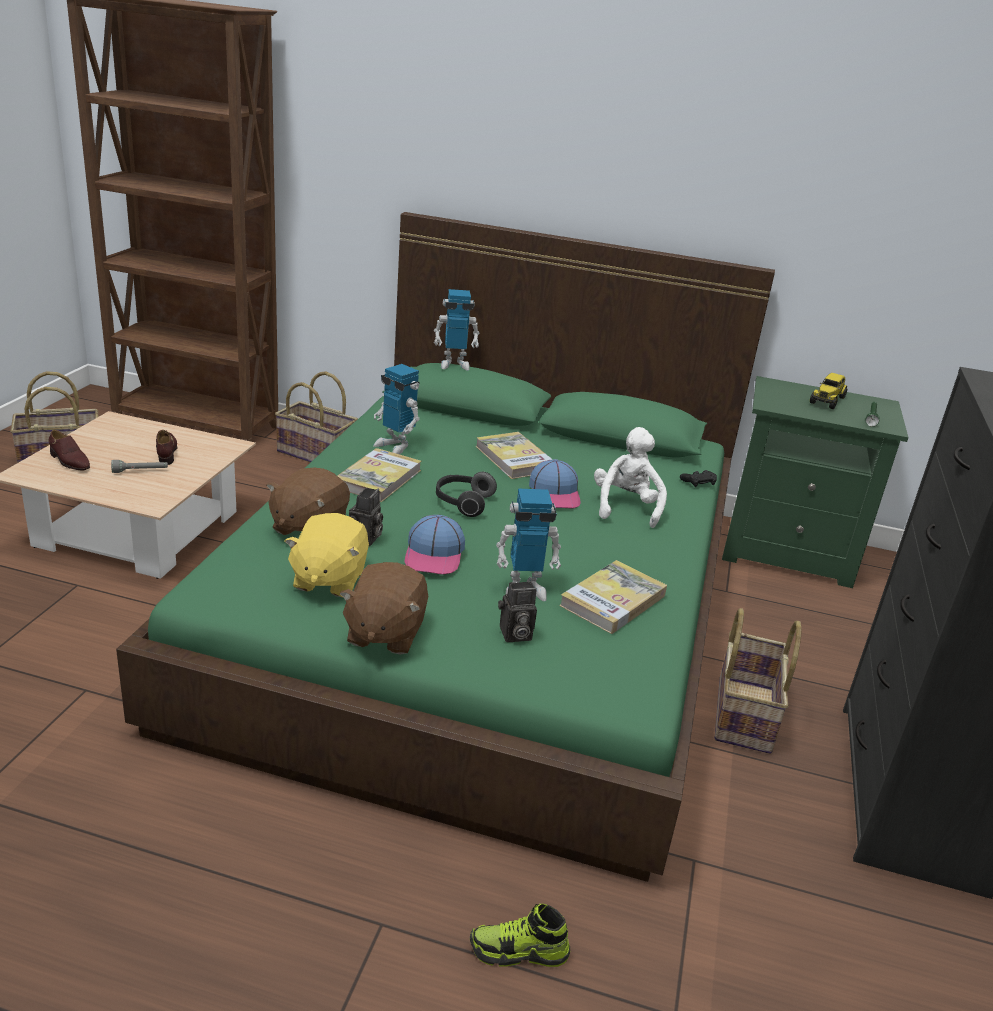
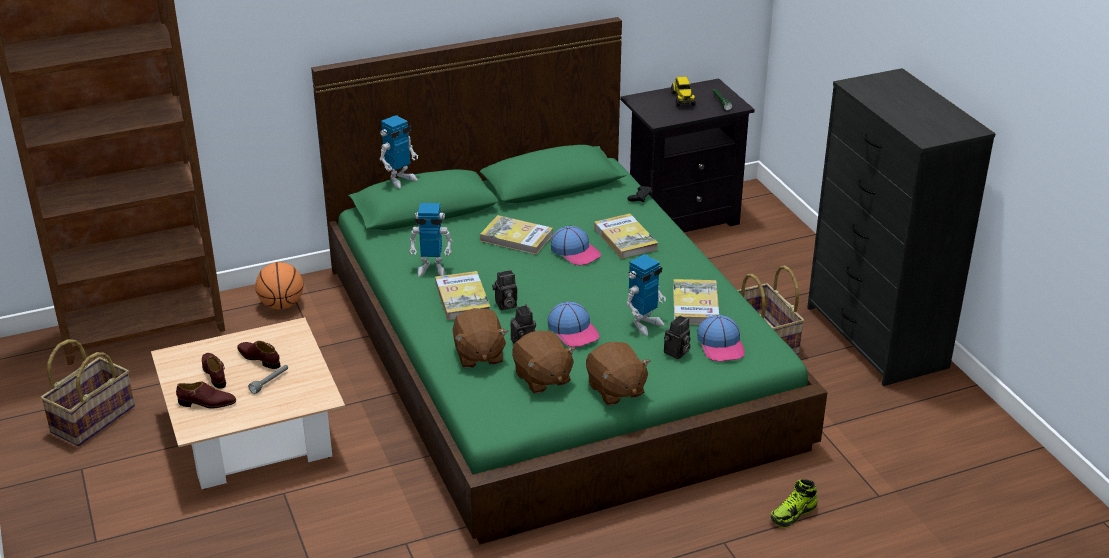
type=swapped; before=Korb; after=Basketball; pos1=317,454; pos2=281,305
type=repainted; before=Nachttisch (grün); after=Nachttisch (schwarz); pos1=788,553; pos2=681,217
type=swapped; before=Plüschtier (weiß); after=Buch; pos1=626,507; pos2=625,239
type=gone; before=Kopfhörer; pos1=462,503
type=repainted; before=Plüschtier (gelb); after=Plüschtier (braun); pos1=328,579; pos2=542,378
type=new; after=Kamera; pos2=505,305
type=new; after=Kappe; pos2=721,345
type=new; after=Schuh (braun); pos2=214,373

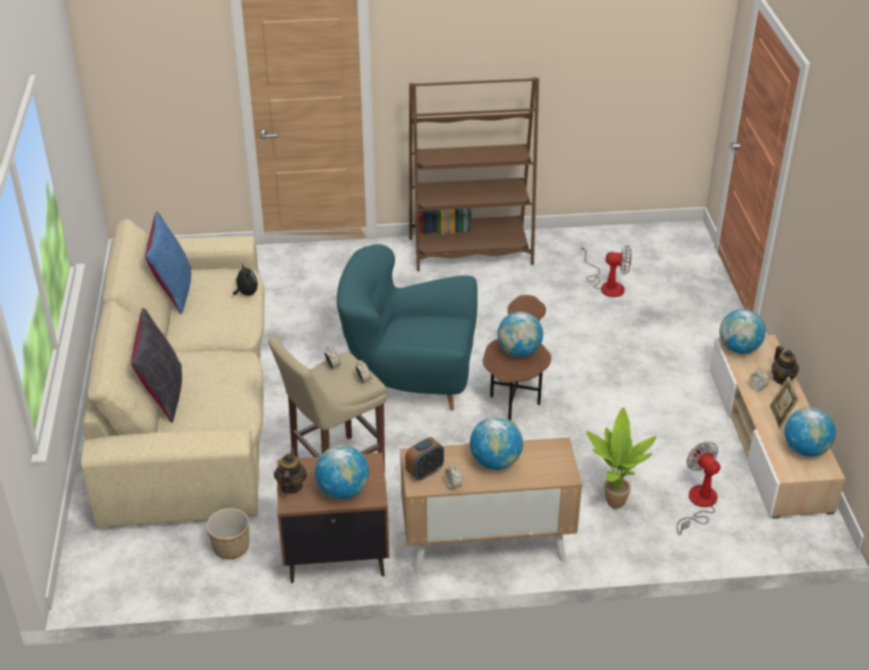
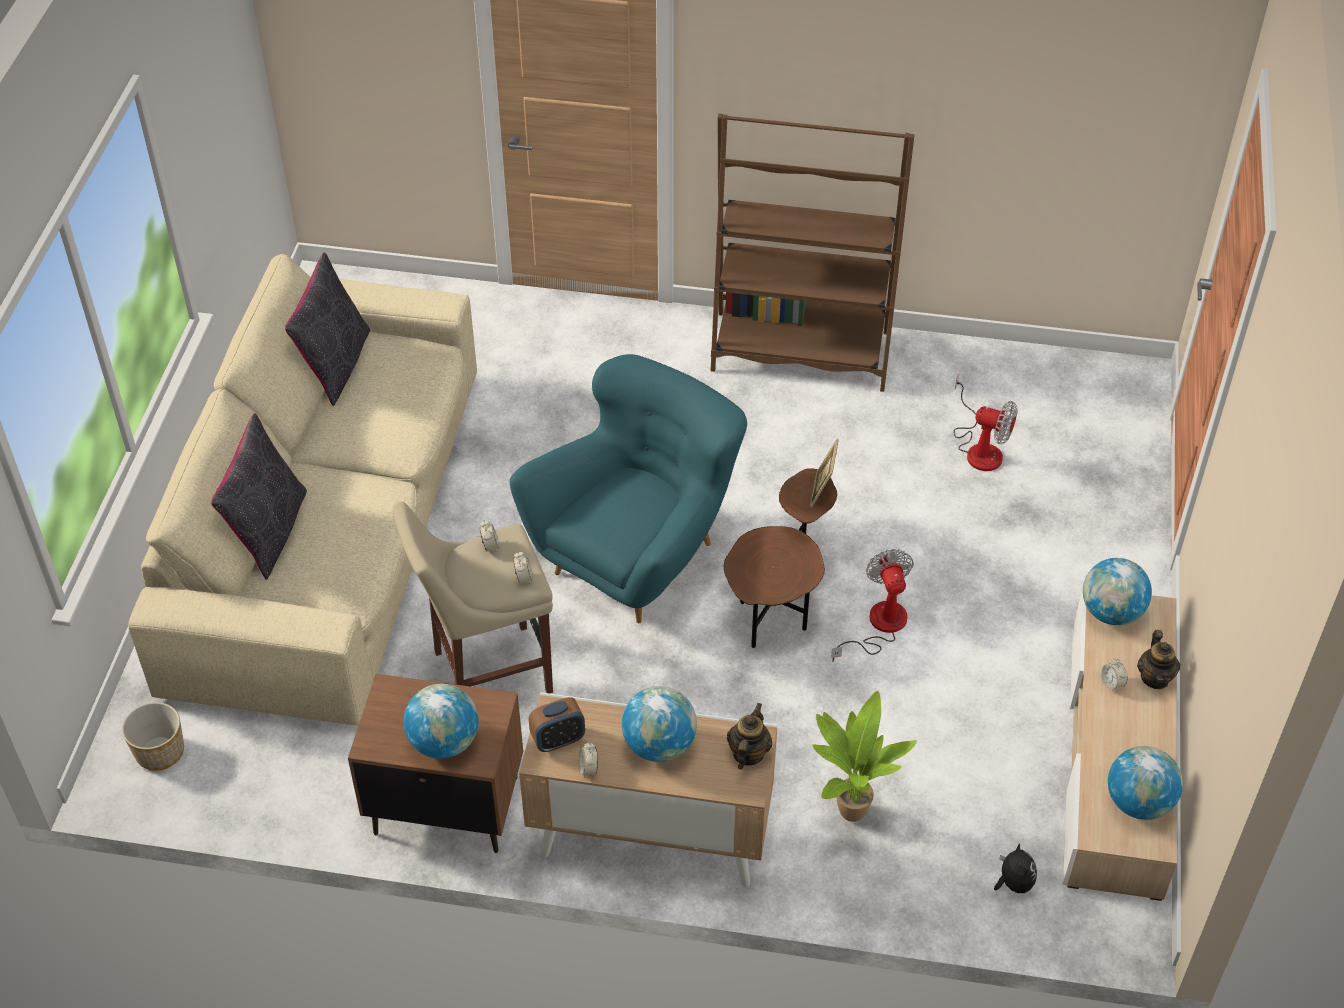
type=repainted; before=Kissen (blau); after=Kissen (schwarz); pos1=173,290; pos2=335,364
type=rotated; before=Sessel (türkis); pos1=410,382; pos2=637,556; turn=105
type=shifted; before=Plüschtier; pos1=246,293; pos2=1013,883
type=gone; before=Globus; pos1=519,352
type=shifted; before=Bilderrahmen; pos1=780,417; pos2=822,491
type=shifted; before=Ventilator; pos1=699,504; pos2=878,626
type=shifted; before=Teekanne; pos1=291,486; pos2=748,753
type=shifted; before=Pflanzkübel; pos1=230,546; pos2=159,751

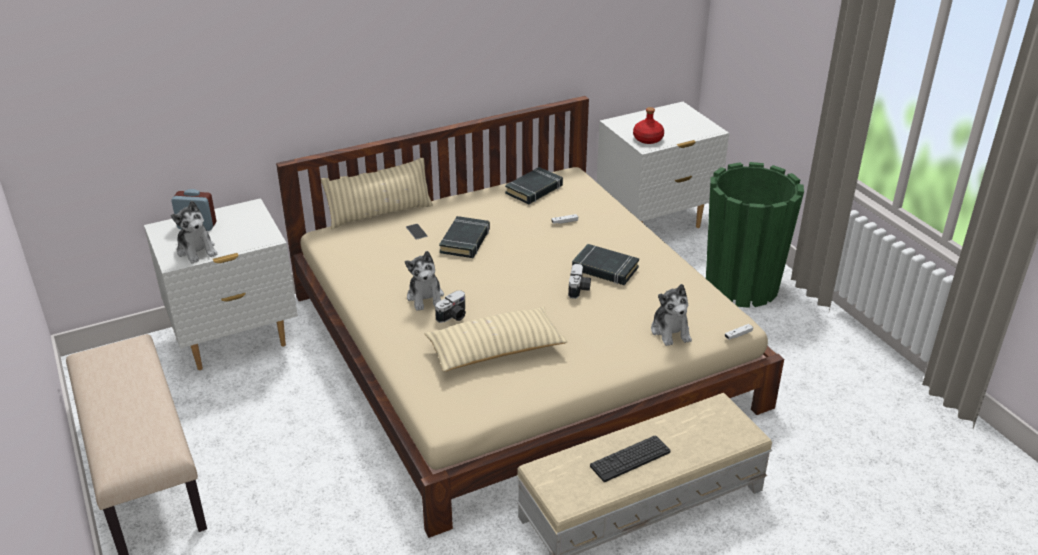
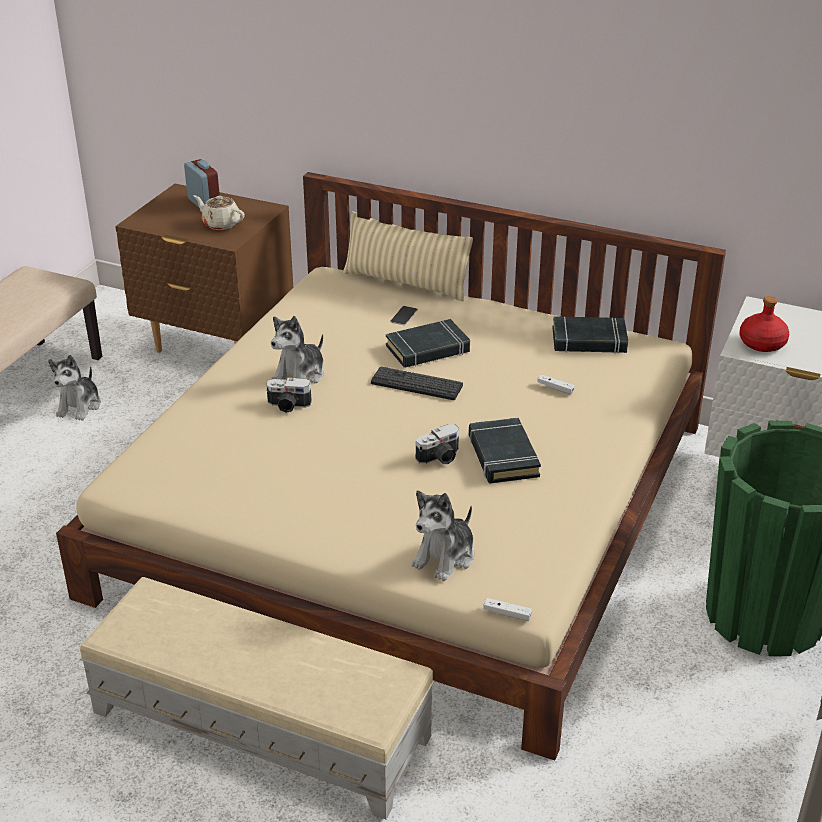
type=repainted; before=Nachttisch (weiß); after=Nachttisch (braun); pos1=235,340; pos2=216,345
type=shifted; before=Plüschtier; pos1=197,250; pos2=80,406
type=gone; before=Kissen (beige); pos1=495,350
type=shifted; before=Tastatur; pos1=630,459; pos2=416,384
type=new; after=Teekanne (beige); pos2=221,224

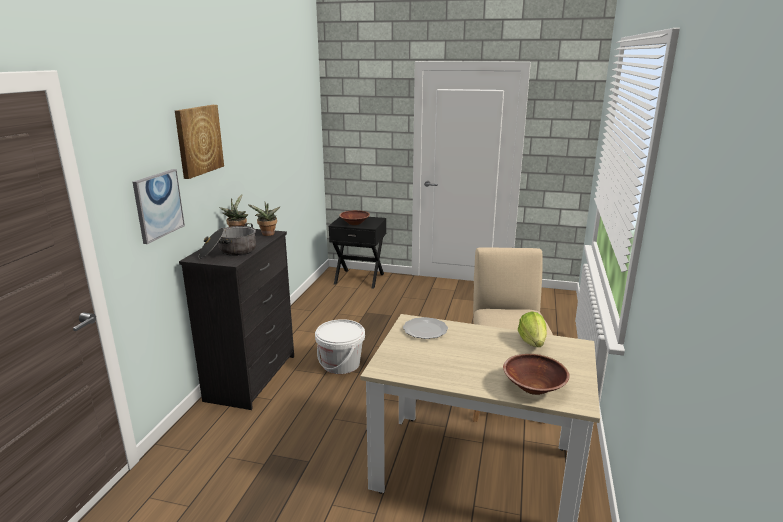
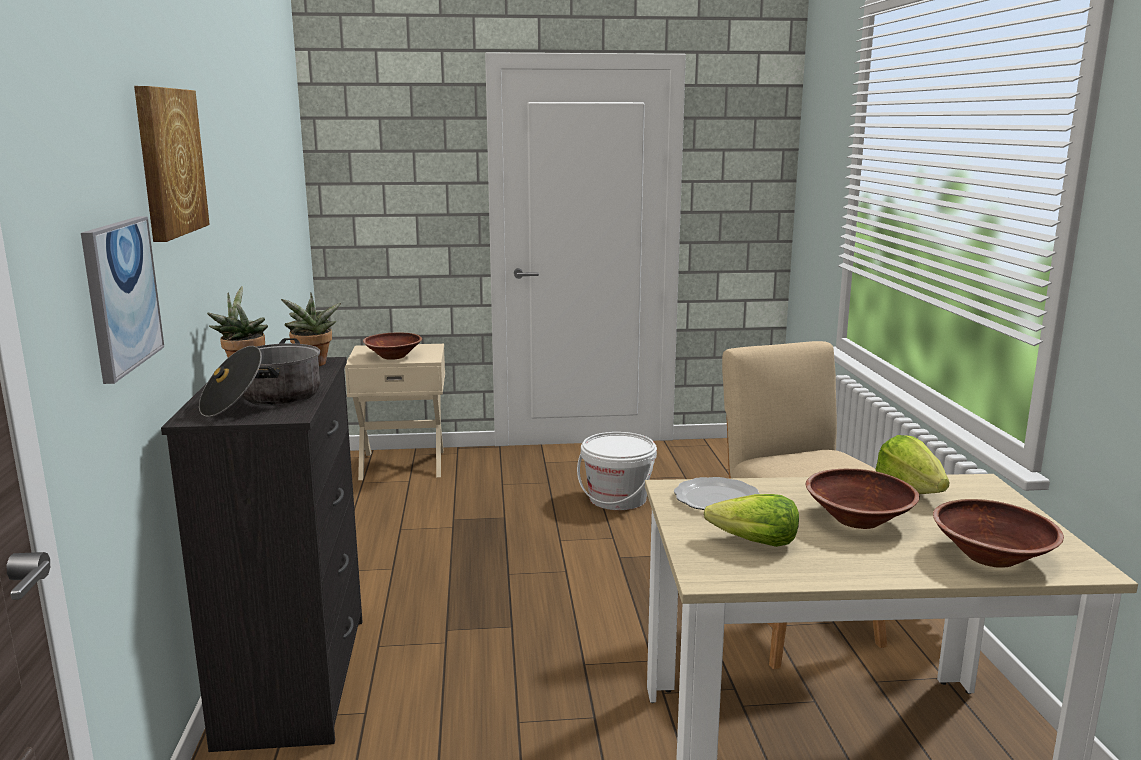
type=repainted; before=Nachttisch (schwarz); after=Nachttisch (beige); pos1=359,278; pos2=402,464
type=shifted; before=Eimer (weiß); pos1=341,364; pos2=617,499
type=new; after=Schüssel (braun); pos2=858,520
type=new; after=Salatkopf; pos2=754,542

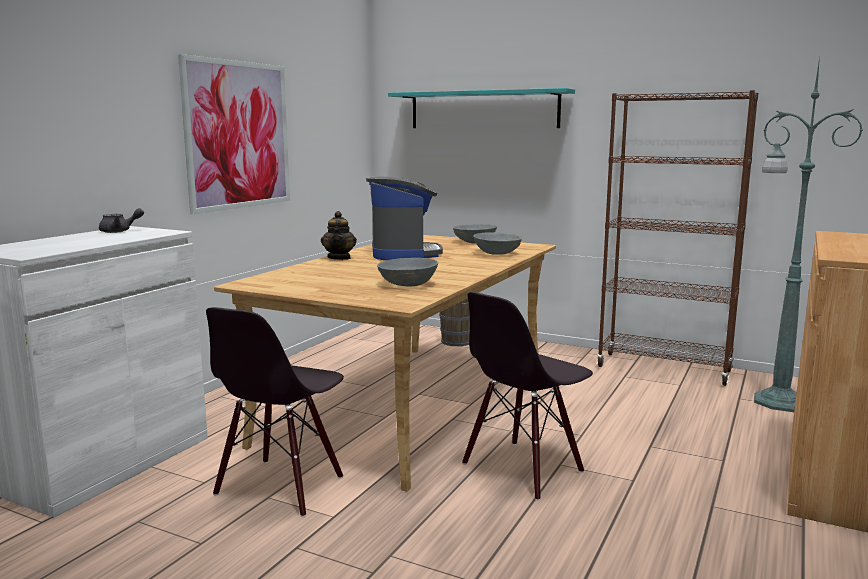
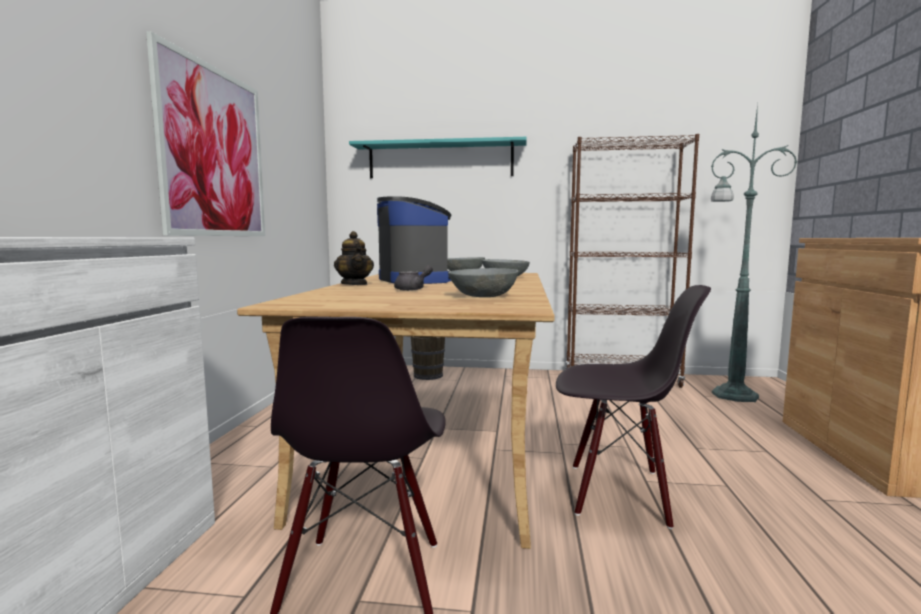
type=shifted; before=Teekanne (grau); pos1=120,231; pos2=413,289
type=rotated; before=Stuhl (schwarz); pos1=523,469; pos2=618,493; turn=-105

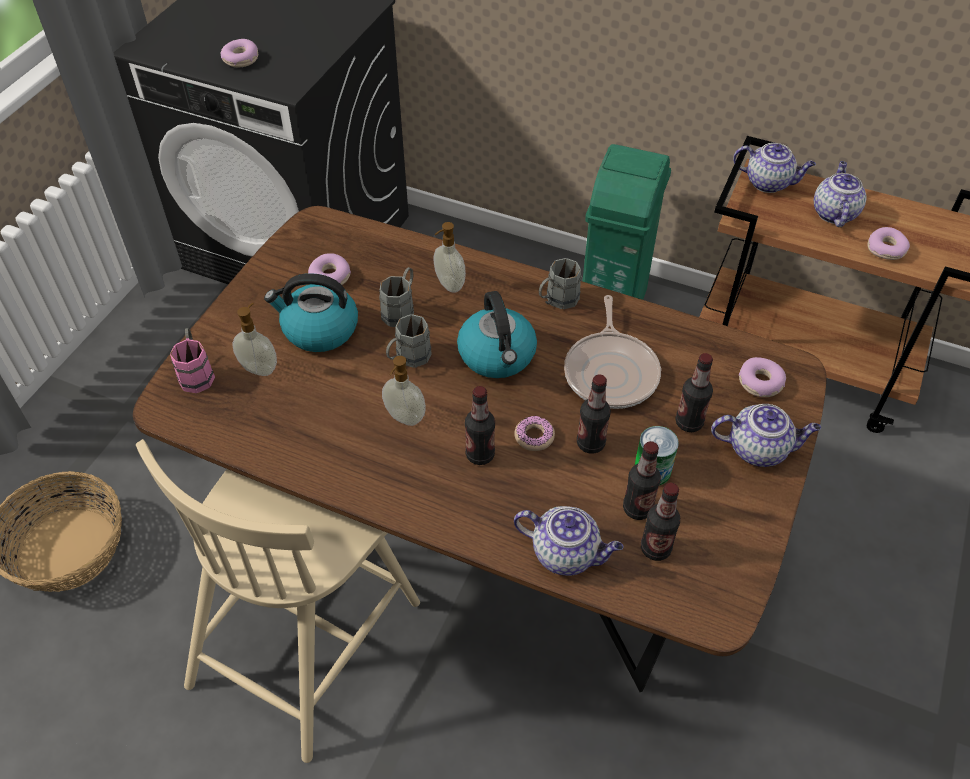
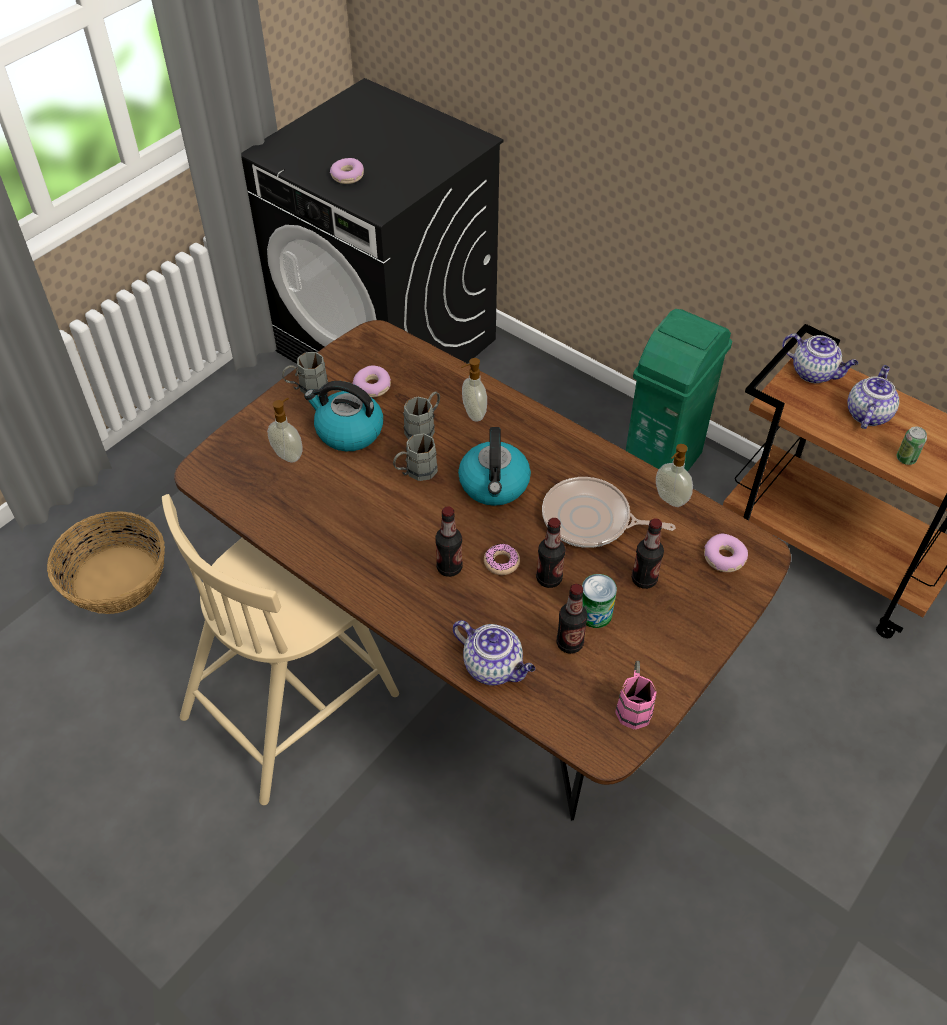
type=swapped; before=Donut; after=Dose; pos1=886,249; pos2=906,458
type=shifted; before=Henkelbecher (grau); pos1=556,301; pos2=307,388
type=rotated; before=Pfanne; pos1=611,371; pos2=590,520; turn=90
type=shifted; before=Henkelbecher (rosa); pos1=196,373; pos2=633,704
type=shifted; before=Seifenspender; pos1=404,418; pos2=670,499
type=gone; before=Teekanne; pos1=759,449
type=gone; before=Flasche; pos1=655,548

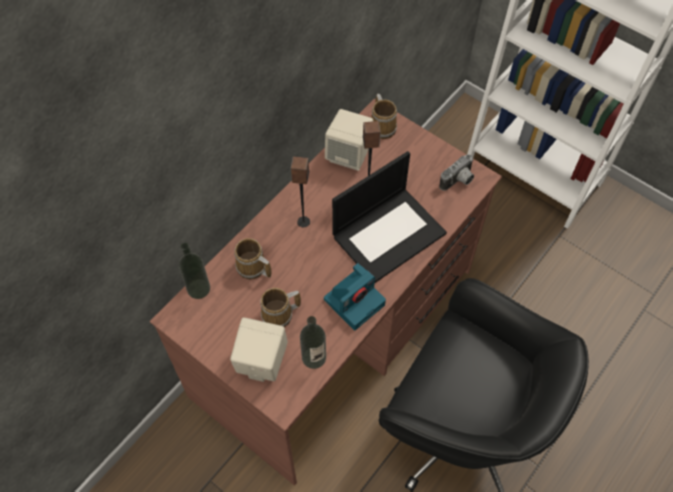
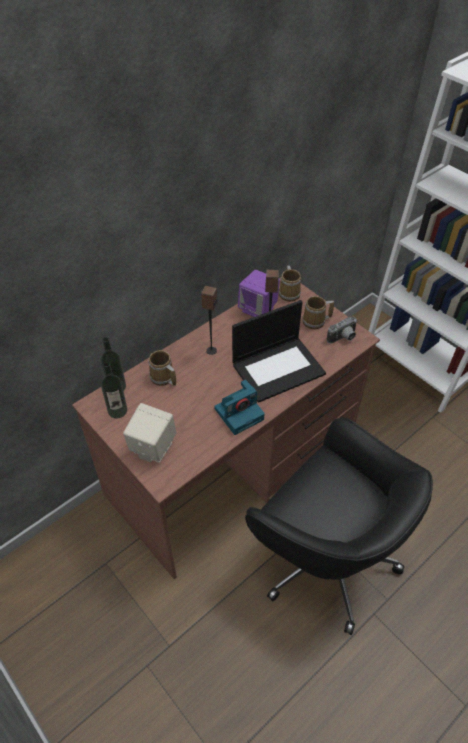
type=repainted; before=Lautsprecher (beige); after=Lautsprecher (lila); pos1=349,155; pos2=258,309
type=shifted; before=Henkelbecher; pos1=279,315; pos2=315,321
type=shifted; before=Flasche; pos1=314,357; pos2=117,410

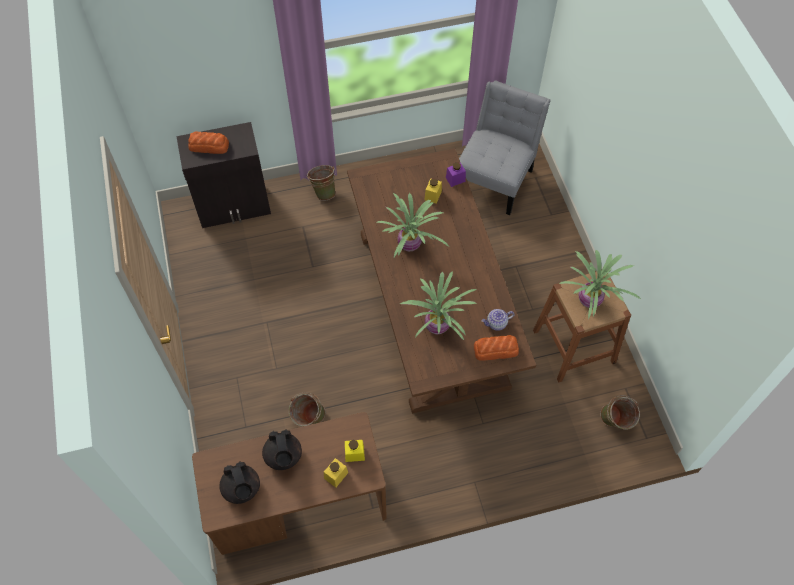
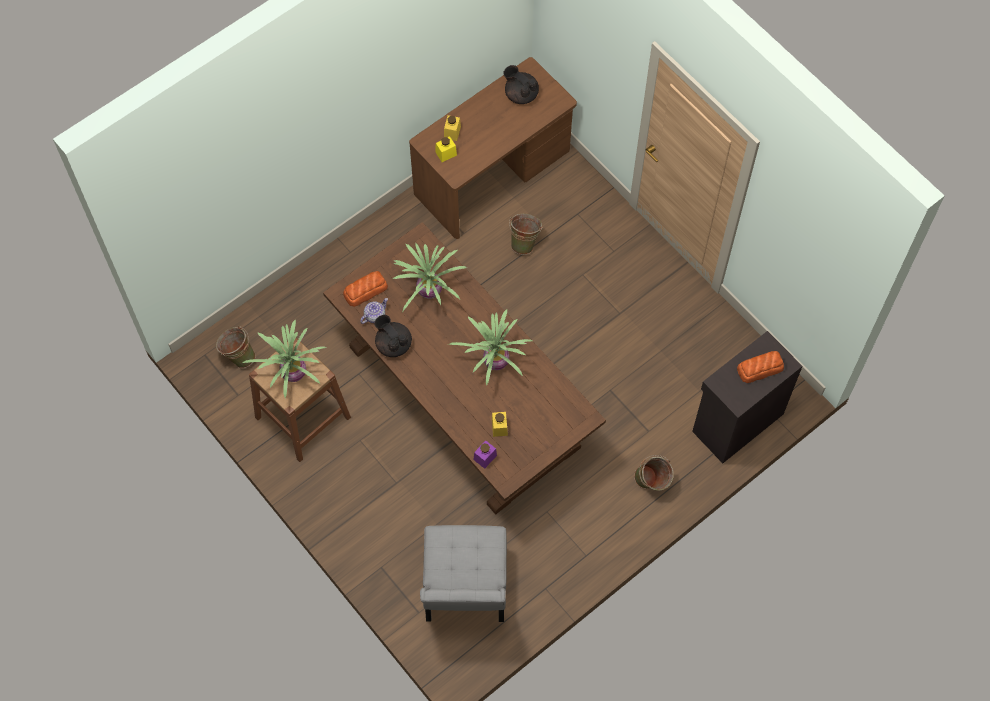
type=shifted; before=Teekanne (schwarz); pos1=283,456; pos2=393,344

